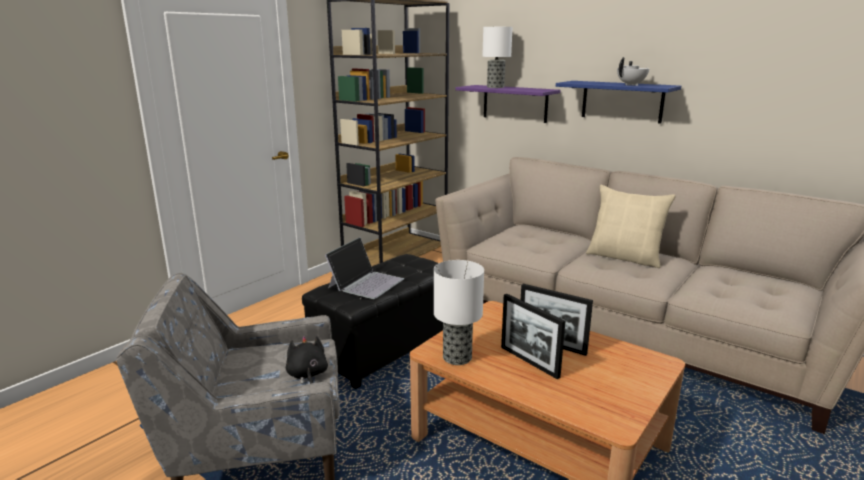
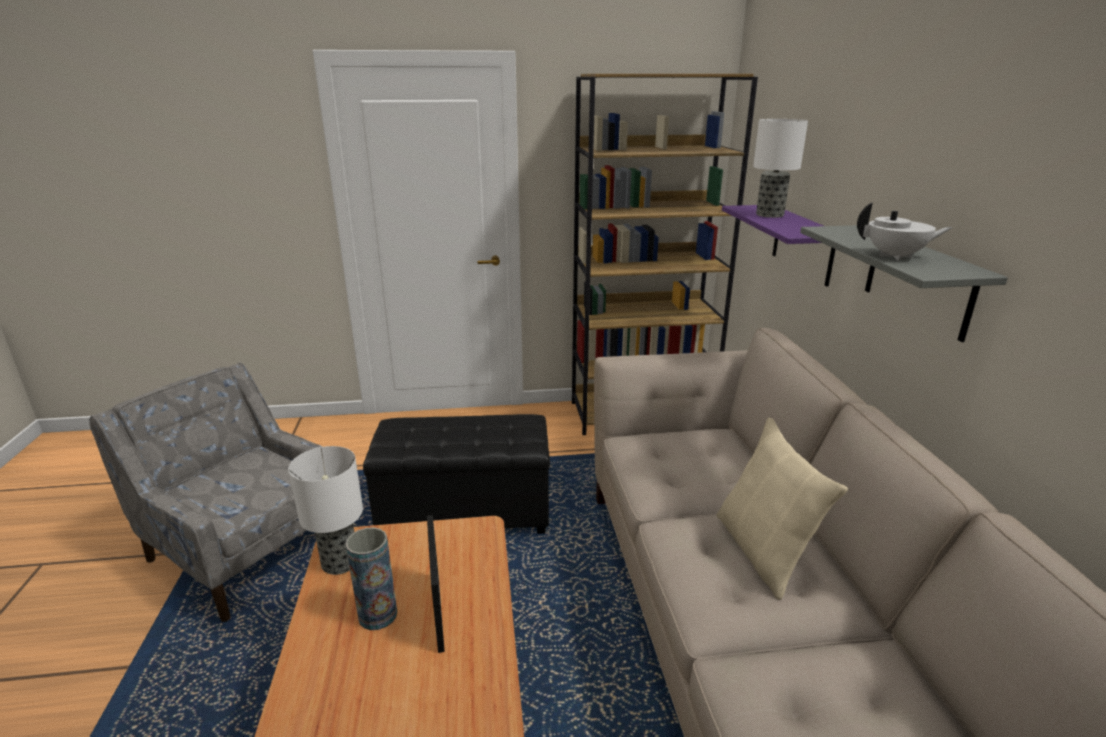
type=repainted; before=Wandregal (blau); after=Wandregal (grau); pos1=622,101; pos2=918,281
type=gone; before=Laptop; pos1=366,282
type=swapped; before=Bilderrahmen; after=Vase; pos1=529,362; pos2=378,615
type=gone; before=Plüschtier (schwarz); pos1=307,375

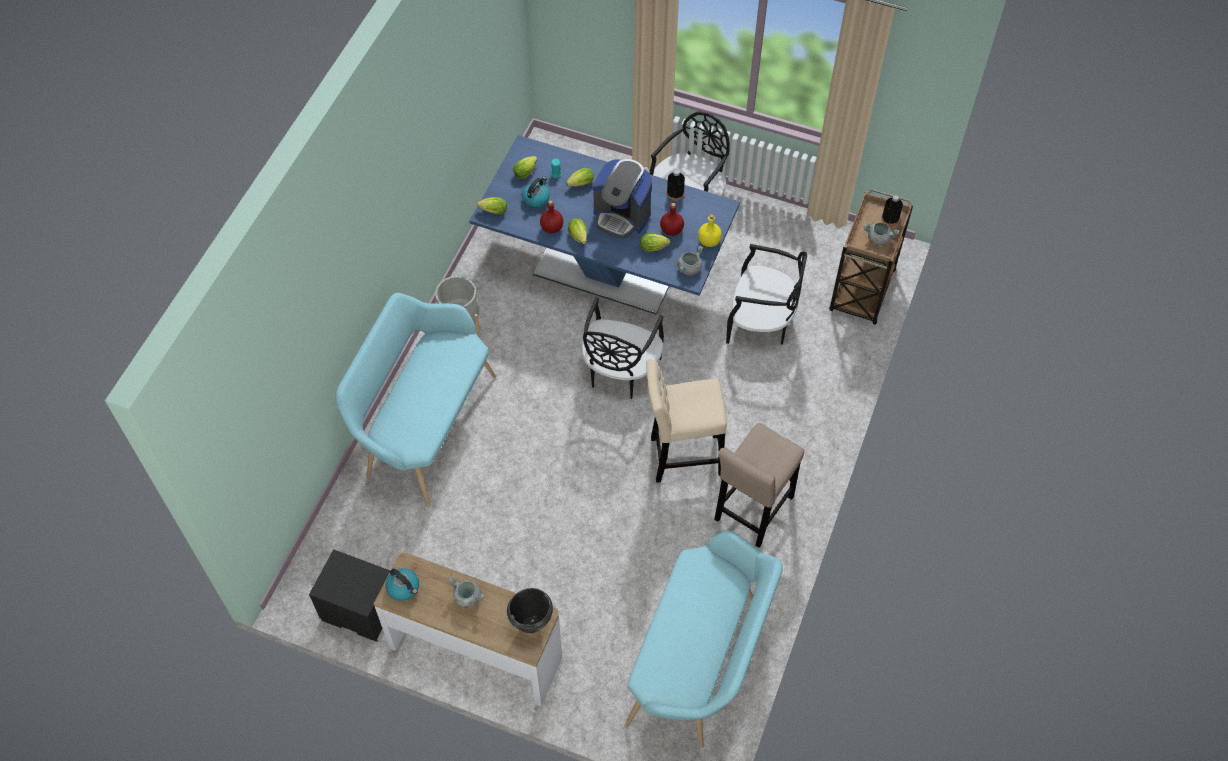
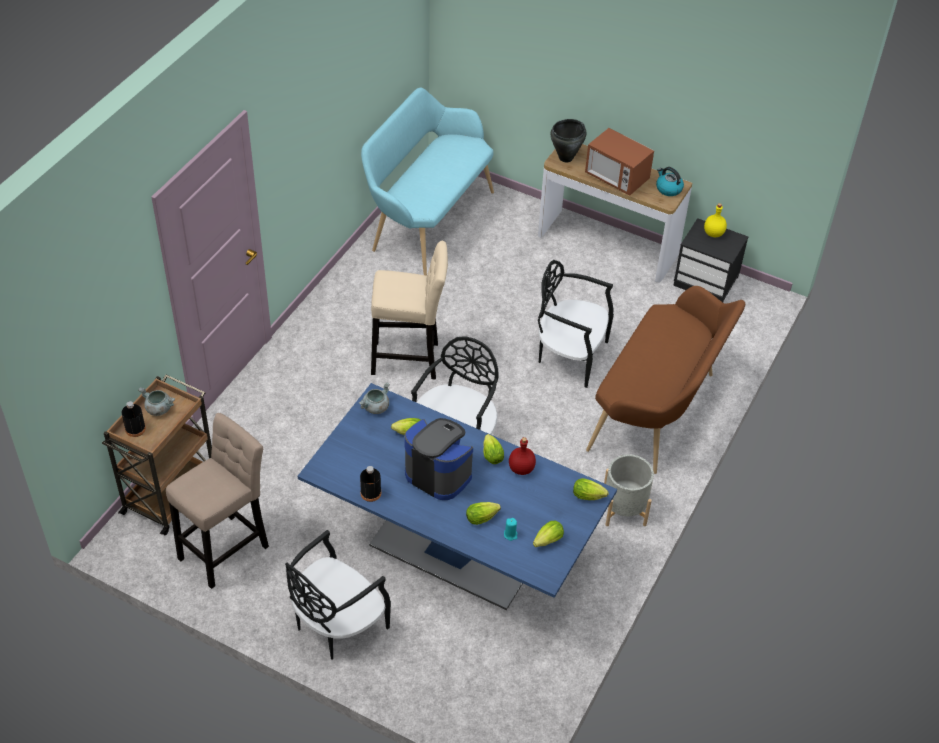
type=gone; before=Wasserkessel; pos1=536,198
type=gone; before=Flasche (rot); pos1=672,230
type=shifted; before=Flasche (gelb); pos1=709,241; pos2=713,233
type=shifted; before=Stuhl (schwarz); pos1=761,323; pos2=570,355
type=repainted; before=Bank (türkis); after=Bank (braun); pos1=424,426; pos2=658,413
type=shifted; before=Hocker (beige); pos1=752,512; pos2=227,549
type=swapped; before=Kochtopf (grau); after=Mikrowelle; pos1=467,597; pos2=616,178

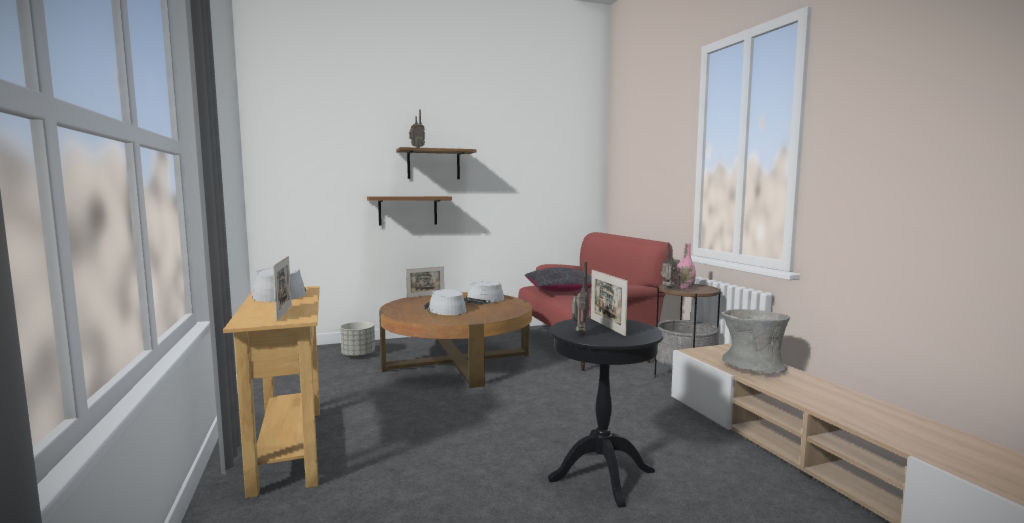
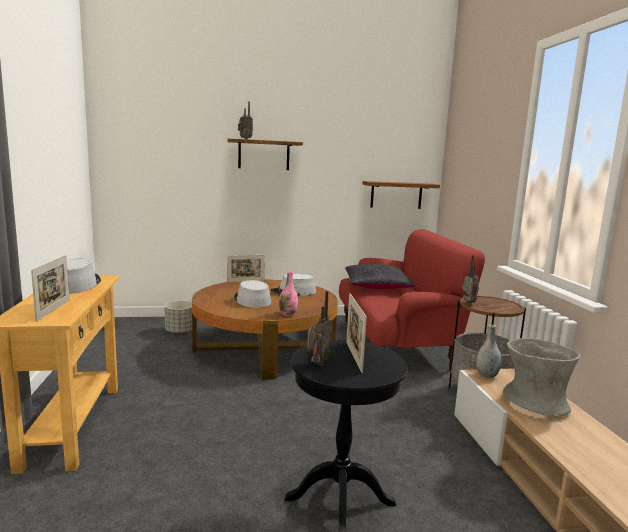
type=shifted; before=Wandregal (braun); pos1=408,210; pos2=396,195
type=shifted; before=Vase (rosa); pos1=684,288; pos2=287,314
type=new; after=Vase (grau); pos2=486,375

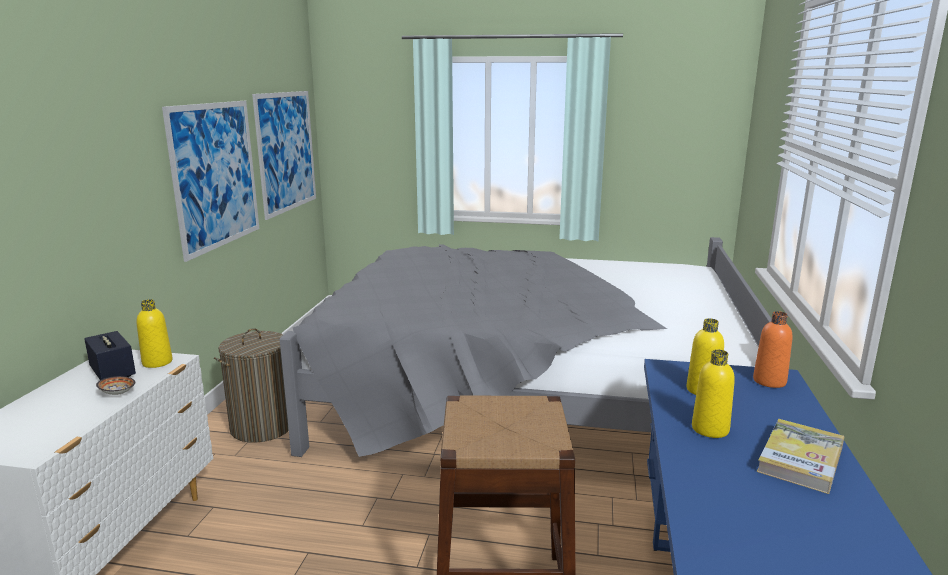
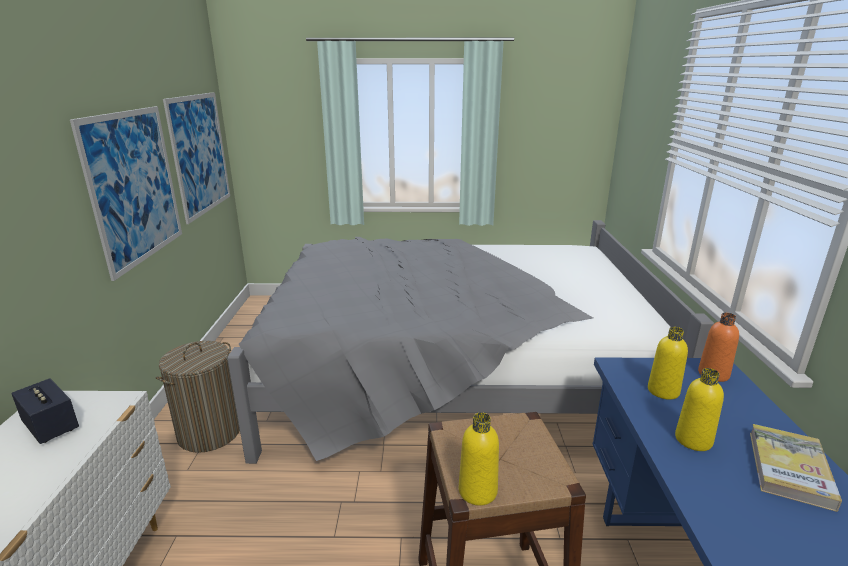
type=shifted; before=Flasche (gelb); pos1=157,362; pos2=477,491
type=gone; before=Schüssel; pos1=117,393

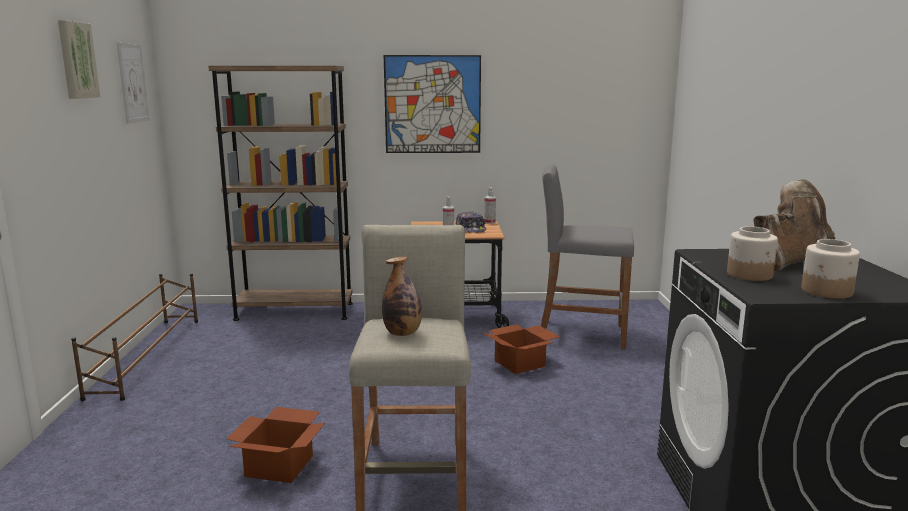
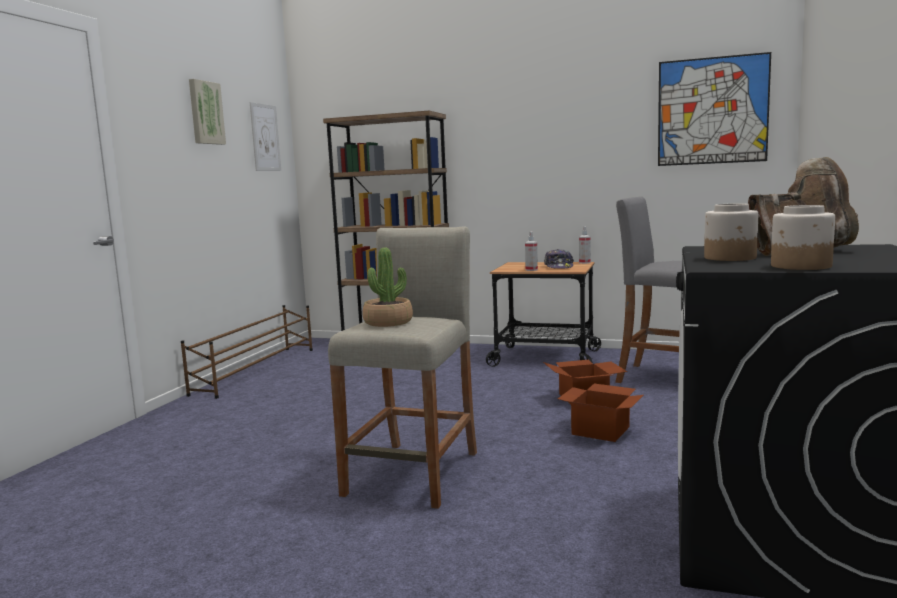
type=shifted; before=Bild; pos1=432,104; pos2=712,111
type=swapped; before=Flasche; after=Topfpflanze; pos1=402,333; pos2=388,322
type=shifted; before=Karton; pos1=281,465; pos2=602,430

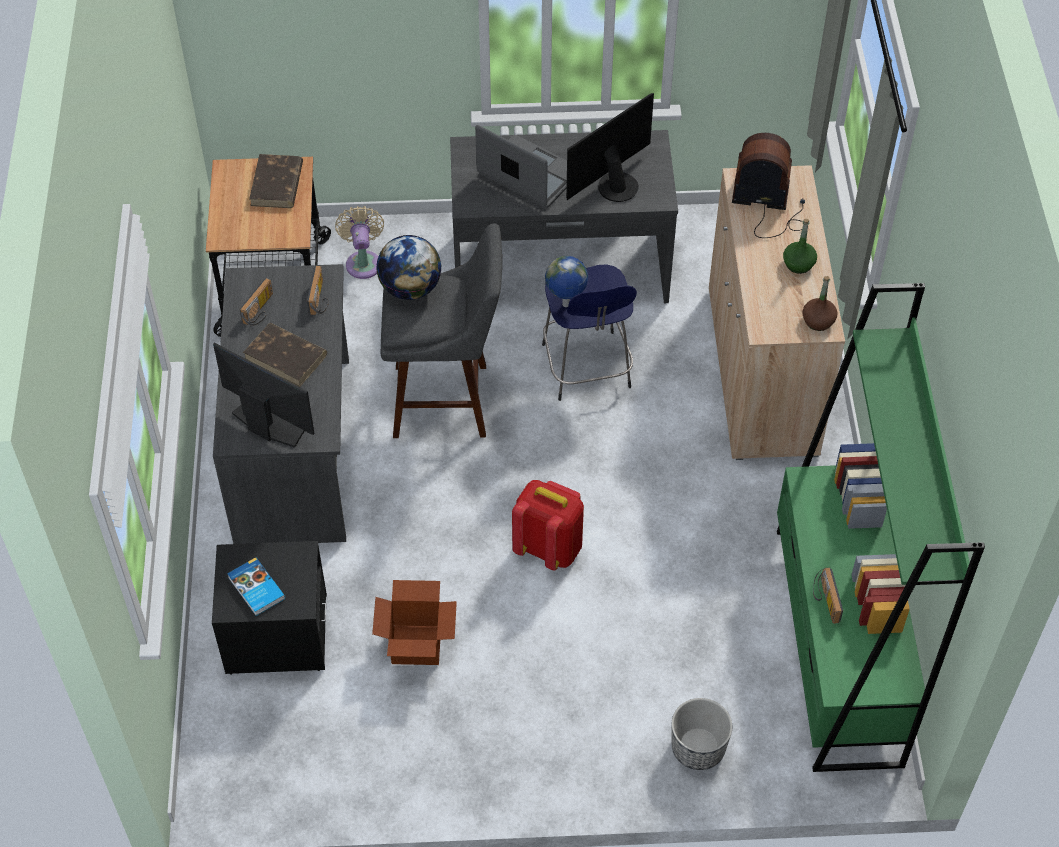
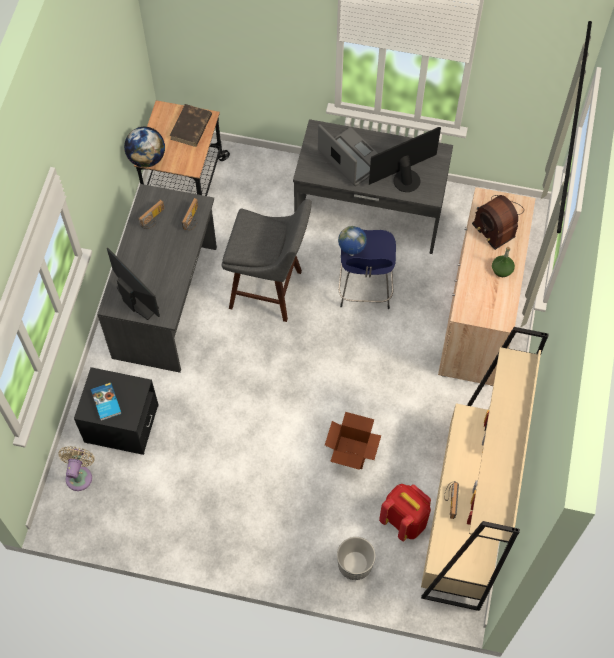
type=rotated; before=Radio; pos1=768,205; pos2=496,221; turn=-150
type=shifted; before=Ventilator (beige); pos1=363,261; pos2=79,475
type=shifted; before=Globus; pos1=410,289; pos2=146,158
type=gone; before=Flasche (braun); pos1=818,321
type=repainted; before=Bücherregal (grün); after=Bücherregal (beige); pos1=837,645; pos2=464,518
type=gone; before=Buch (braun); pos1=286,357
type=shifted; before=Rucksack (rot); pos1=549,547; pos2=404,520
type=shifted; before=Karton; pos1=416,645; pos2=351,452

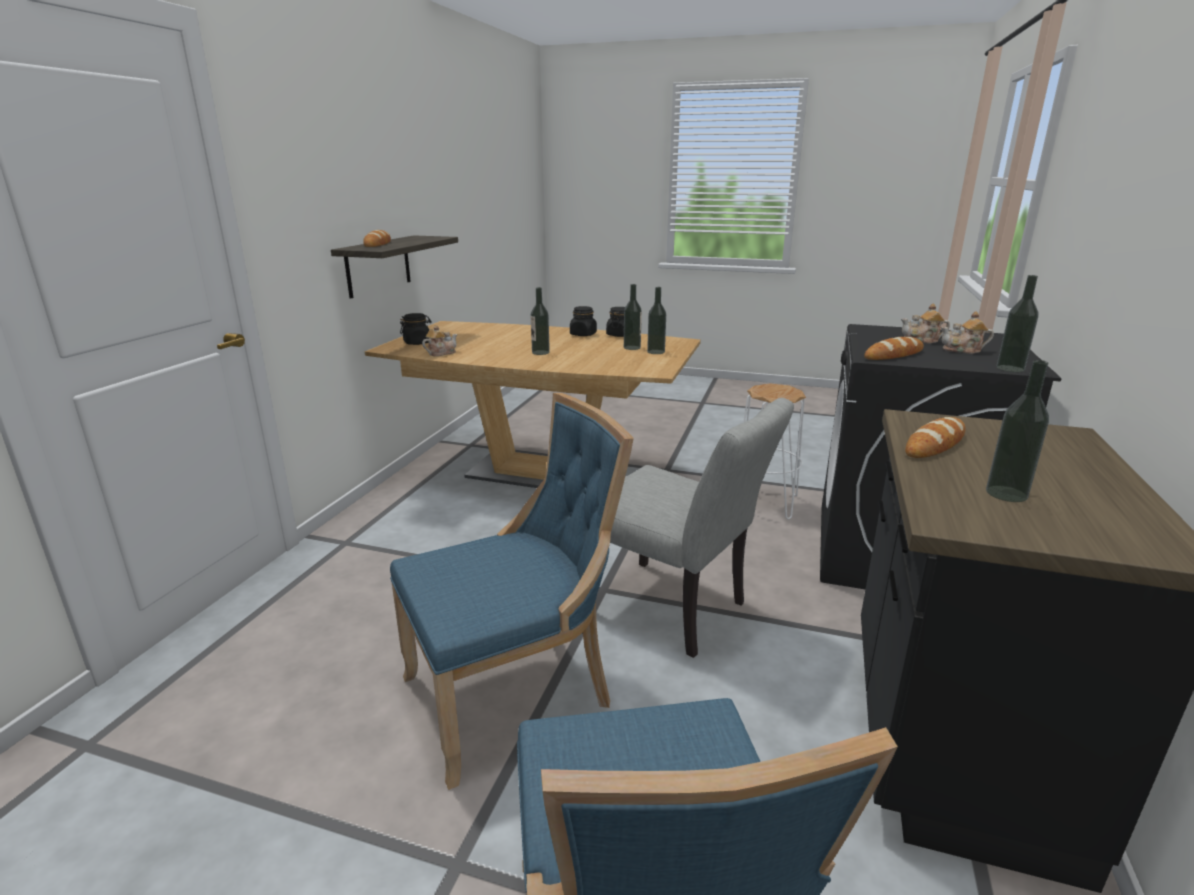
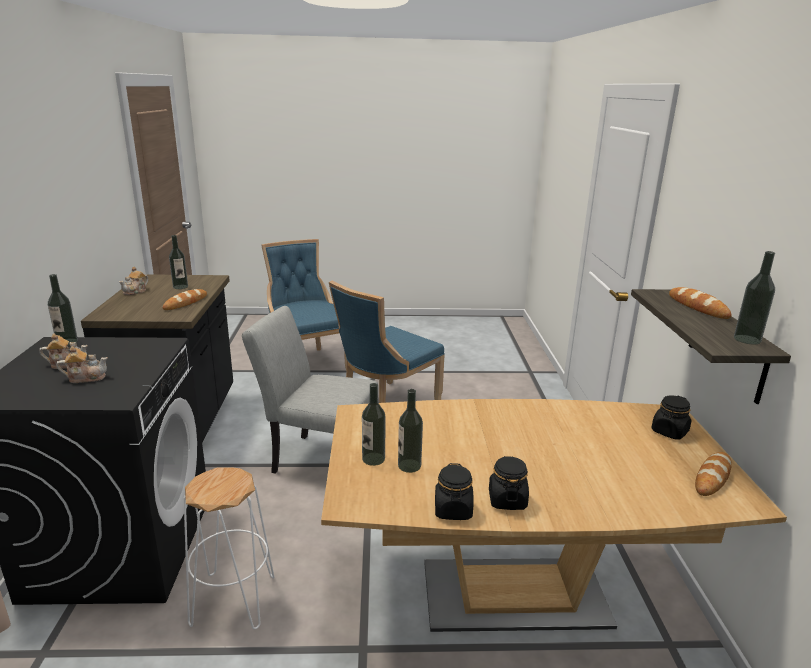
type=shifted; before=Flasche; pos1=540,352; pos2=747,339
type=shifted; before=Teekanne; pos1=441,353; pos2=136,291
type=shifted; before=Brot; pos1=893,354; pos2=712,477

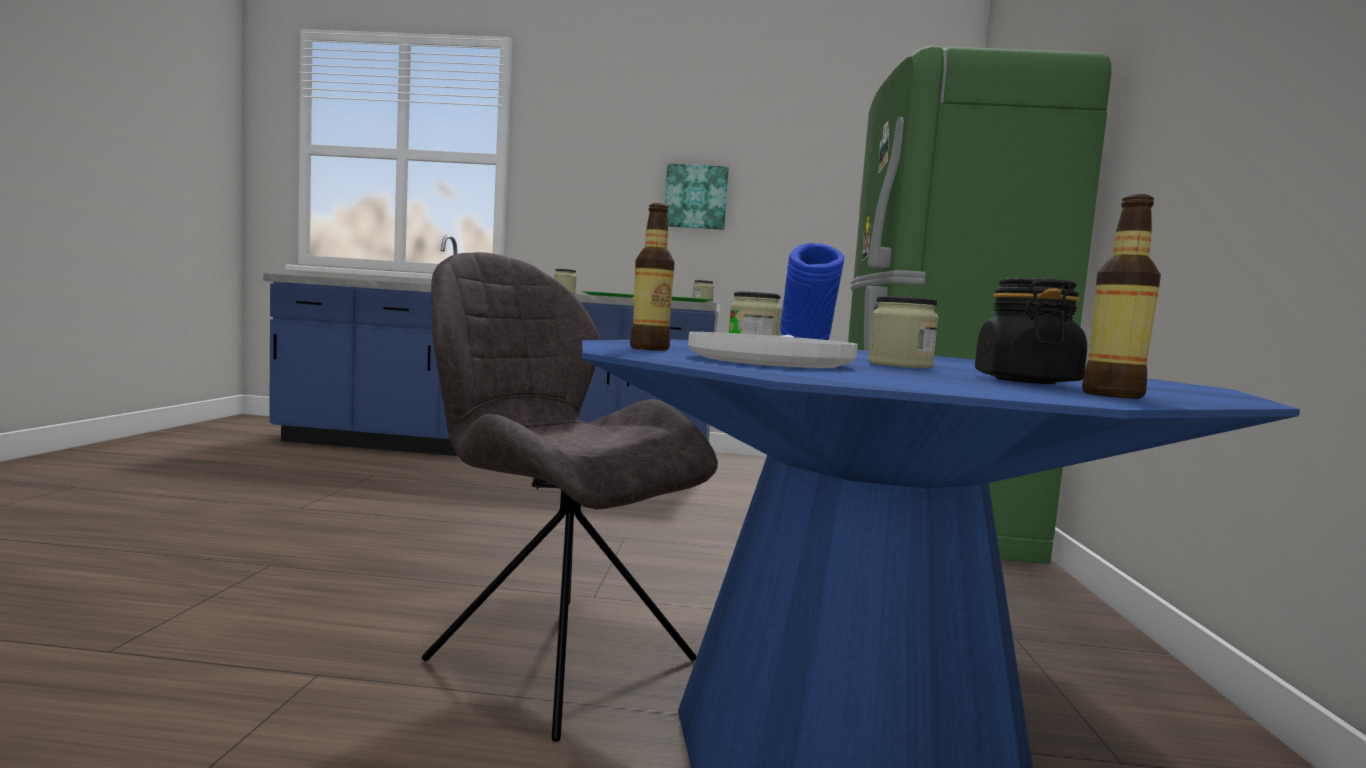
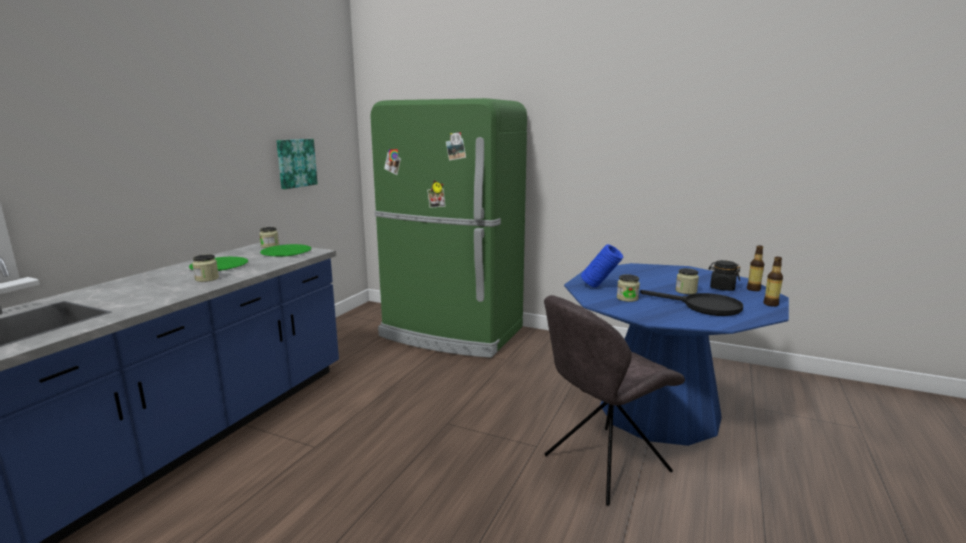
type=shifted; before=Bild; pos1=696,197; pos2=295,163
type=shifted; before=Flasche; pos1=649,349; pos2=770,304
type=repainted; before=Pfanne (weiß); after=Pfanne (schwarz); pos1=771,359; pos2=703,307

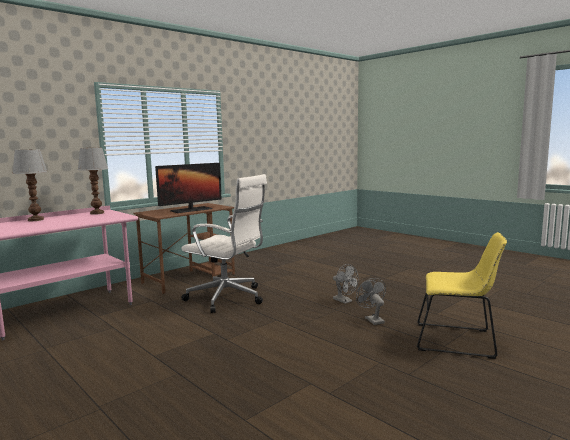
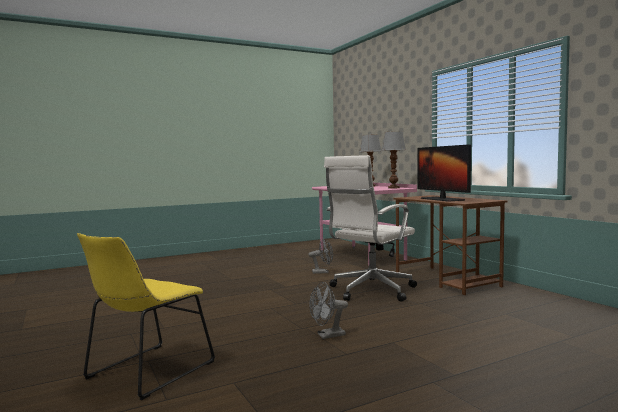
type=shifted; before=Ventilator (grau); pos1=372,319; pos2=323,272

